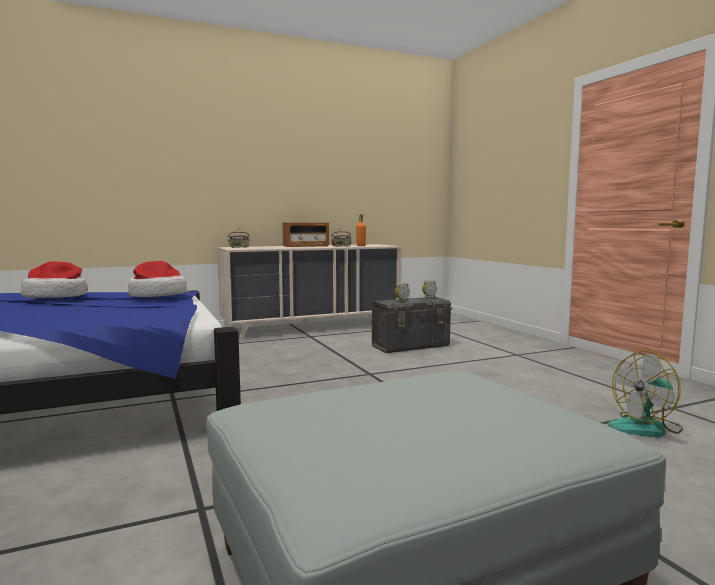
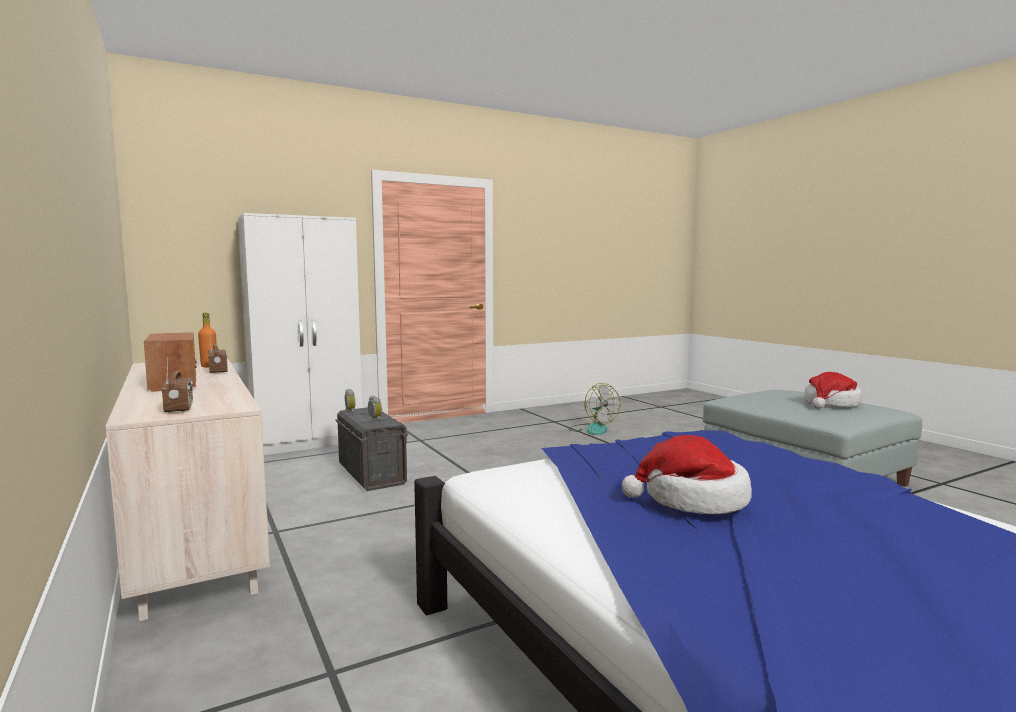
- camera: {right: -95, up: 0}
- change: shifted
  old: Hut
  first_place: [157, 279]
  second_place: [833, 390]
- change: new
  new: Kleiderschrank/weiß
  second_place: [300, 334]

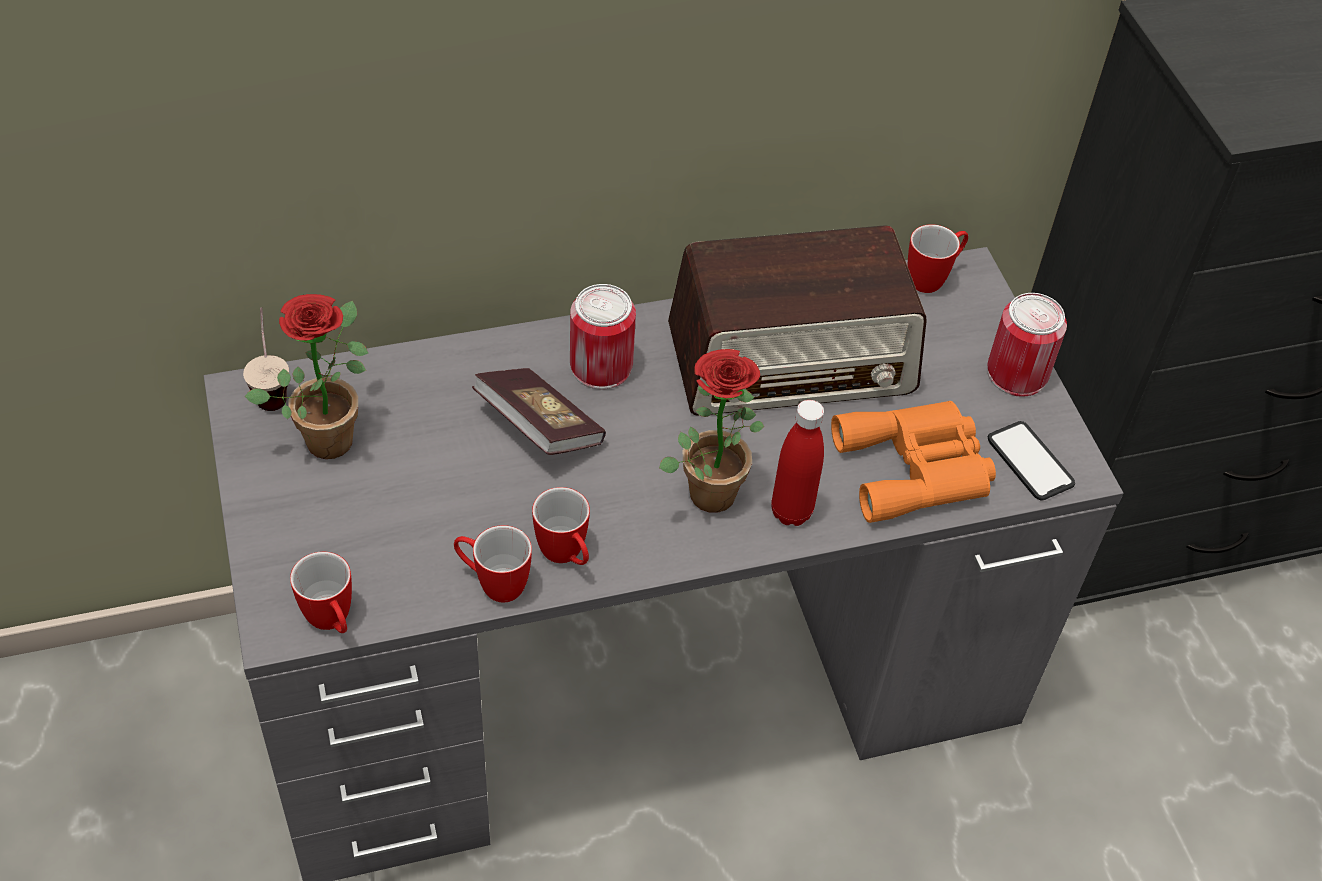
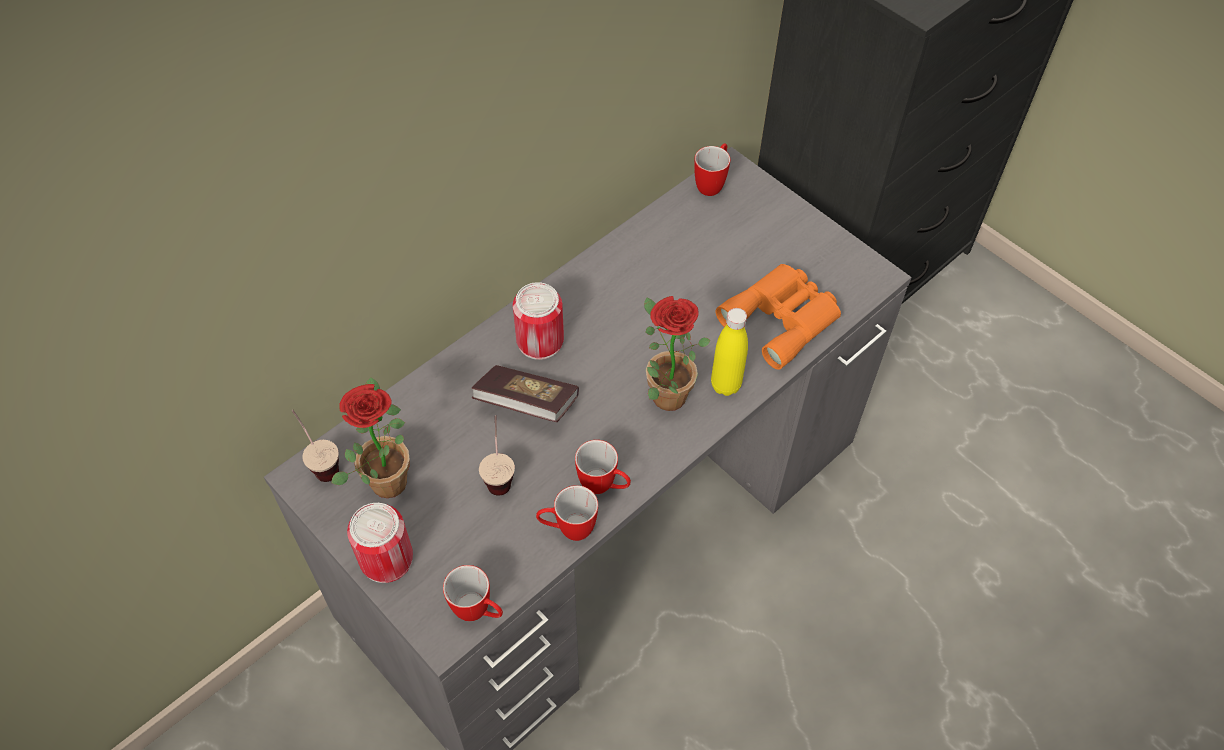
- camera: {right: -25, up: 5}
- change: gone
  old: Radio
  first_place: [797, 320]
- change: shifted
  old: Dose
  first_place: [1027, 345]
  second_place: [380, 543]
- change: repainted
  old: Flasche/rot
  new: Flasche/gelb
  first_place: [797, 463]
  second_place: [729, 352]
- change: gone
  old: Handy
  first_place: [1031, 460]
- change: new
  new: Tasse
  second_place: [497, 455]

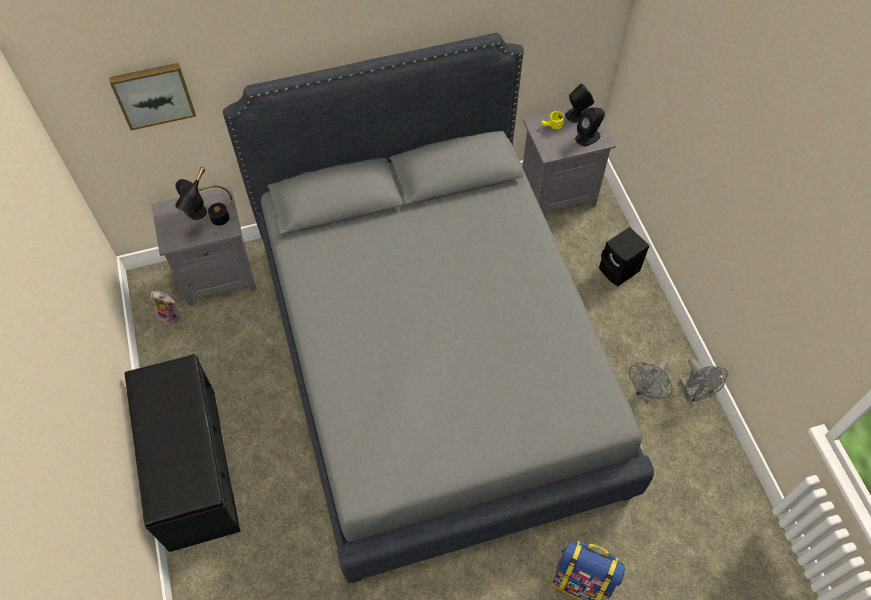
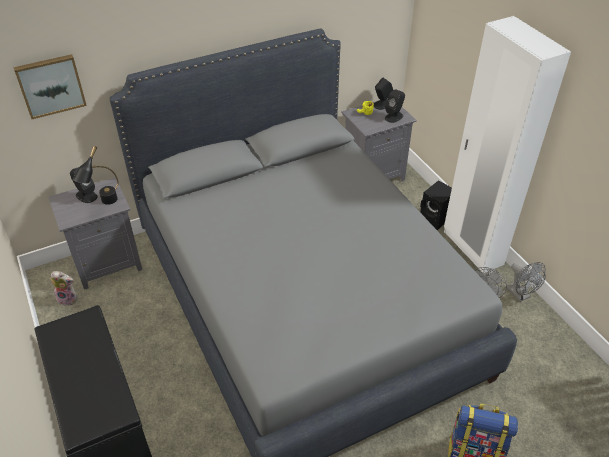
- camera: {right: -10, up: -15}
- change: new
  new: Kleiderschrank/weiß
  second_place: [507, 144]

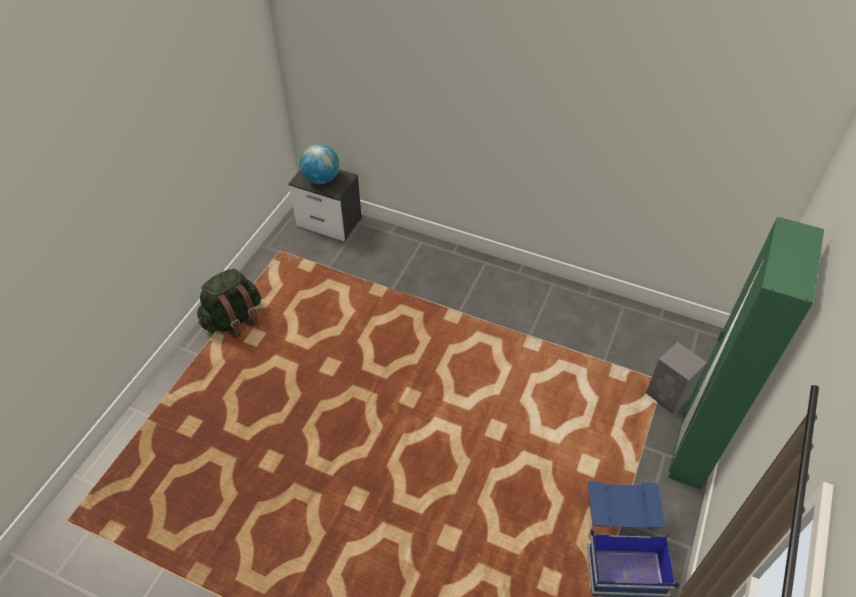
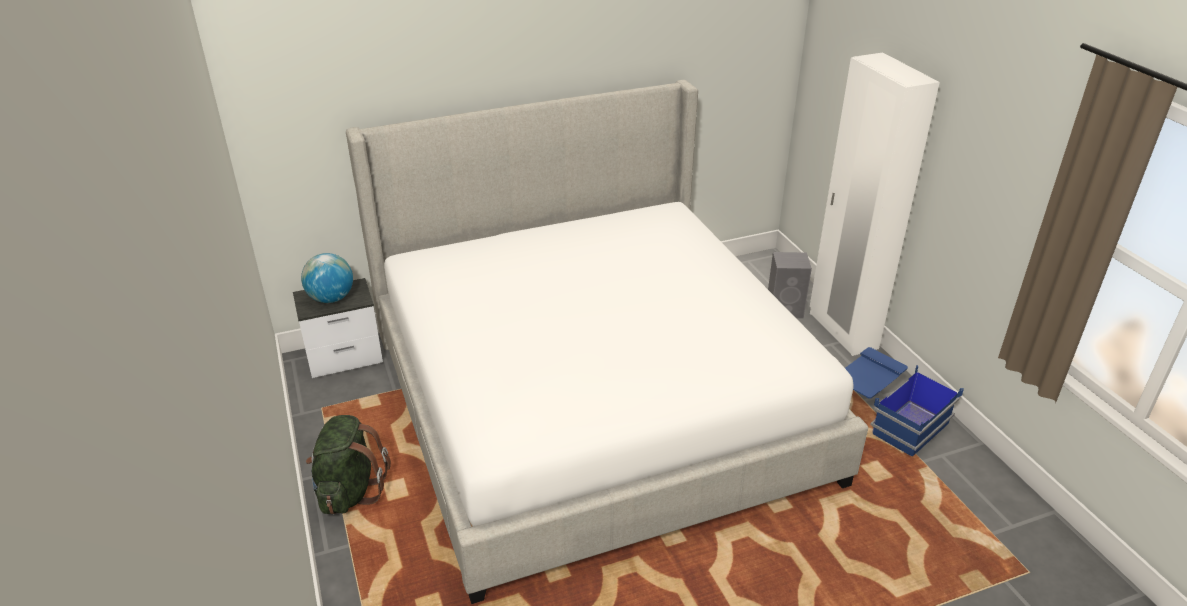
- camera: {right: -45, up: -15}
- change: repainted
  old: Kleiderschrank/grün
  new: Kleiderschrank/weiß
  first_place: [746, 353]
  second_place: [875, 204]
- change: new
  new: Bett
  second_place: [607, 342]

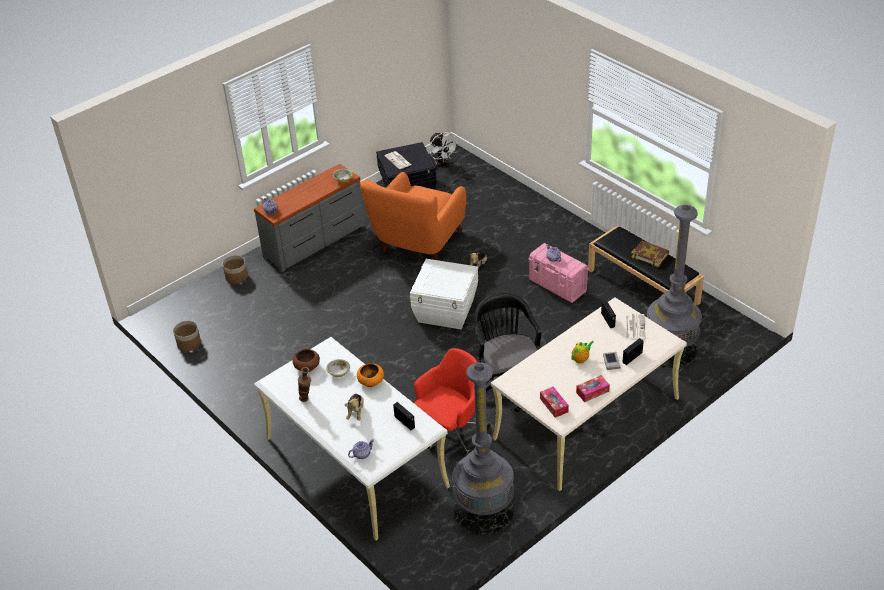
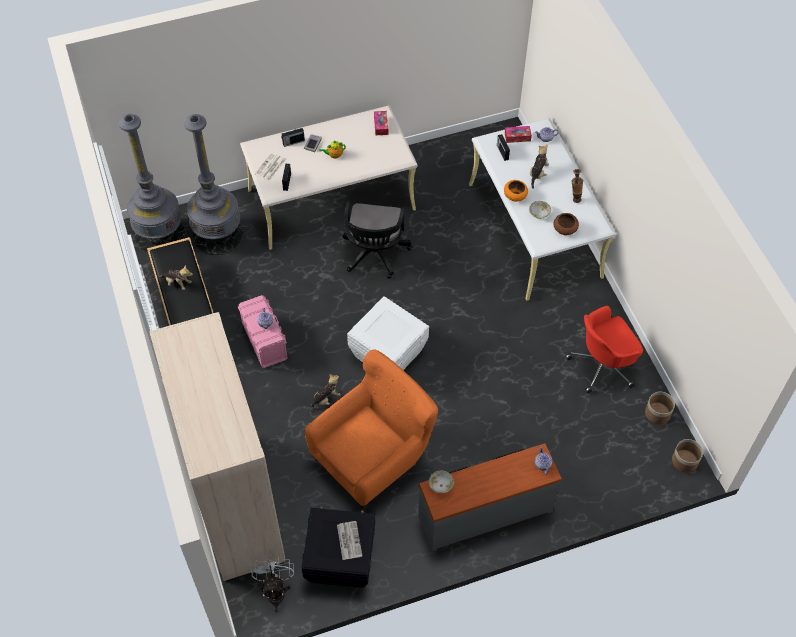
- camera: {right: -160, up: 15}
- change: swapped
  old: Buch
  new: Plüschtier
  first_place: [650, 254]
  second_place: [176, 277]
- change: shifted
  old: Pflanzkübel
  first_place: [235, 269]
  second_place: [687, 456]
- change: shifted
  old: Bürostuhl/rot
  first_place: [452, 401]
  second_place: [604, 350]
- change: shifted
  old: Stehlampe/grau
  first_place: [483, 448]
  second_place: [152, 183]
- change: shifted
  old: Taschentuchbox
  first_place: [593, 388]
  second_place: [518, 134]
- change: new
  new: Kleiderschrank/beige
  second_place: [217, 446]

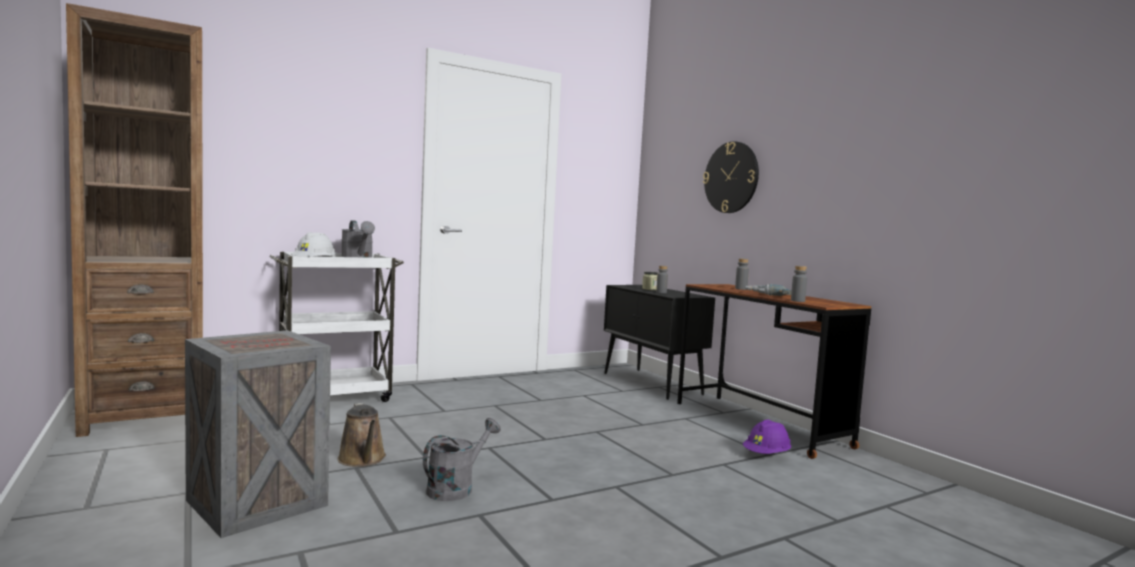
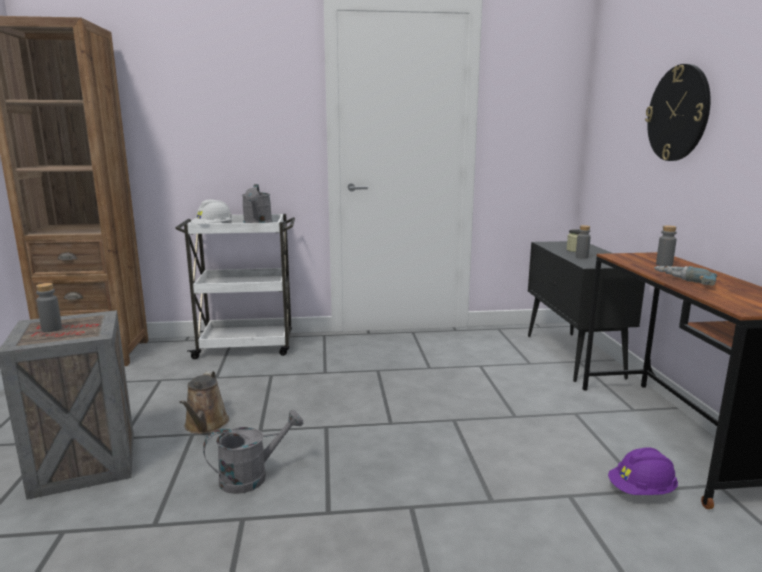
- camera: {right: 25, up: 10}
- change: shifted
  old: Flasche/grau
  first_place: [799, 284]
  second_place: [49, 307]

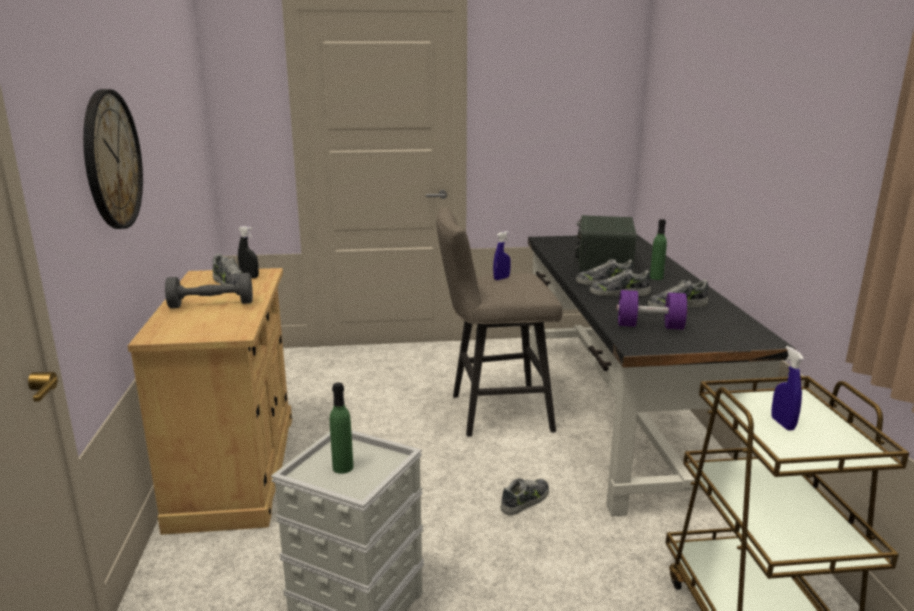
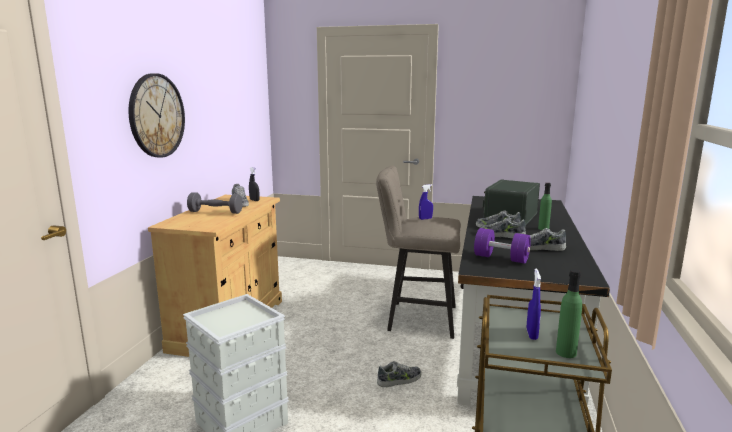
- camera: {right: 20, up: -5}
- change: shifted
  old: Flasche/grün
  first_place: [341, 428]
  second_place: [569, 313]

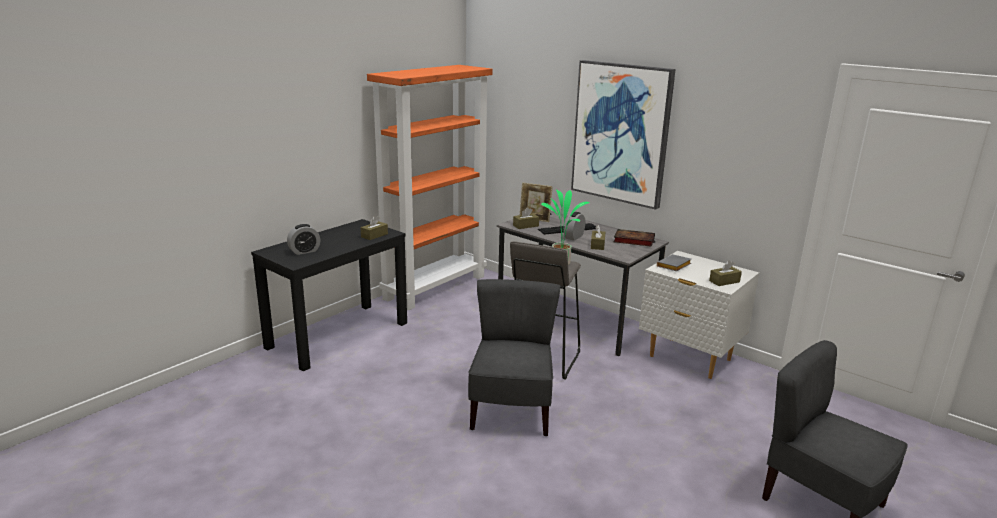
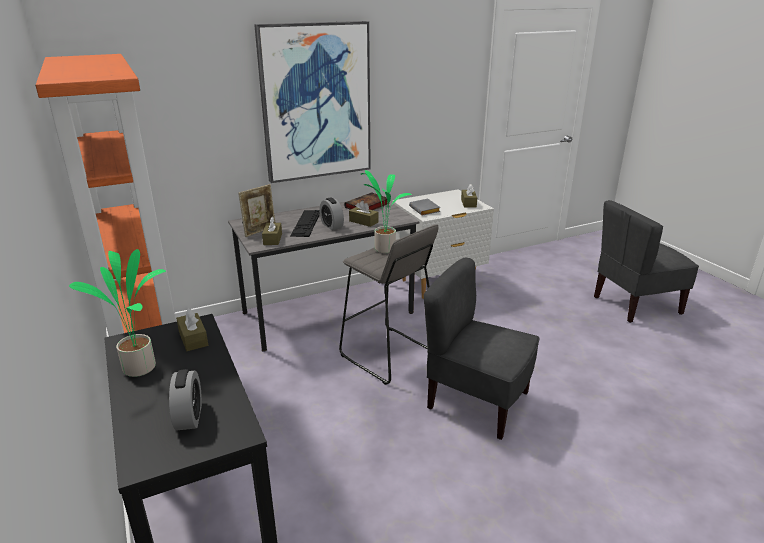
- camera: {right: -65, up: 5}
- change: new
  new: Topfpflanze
  second_place: [117, 313]

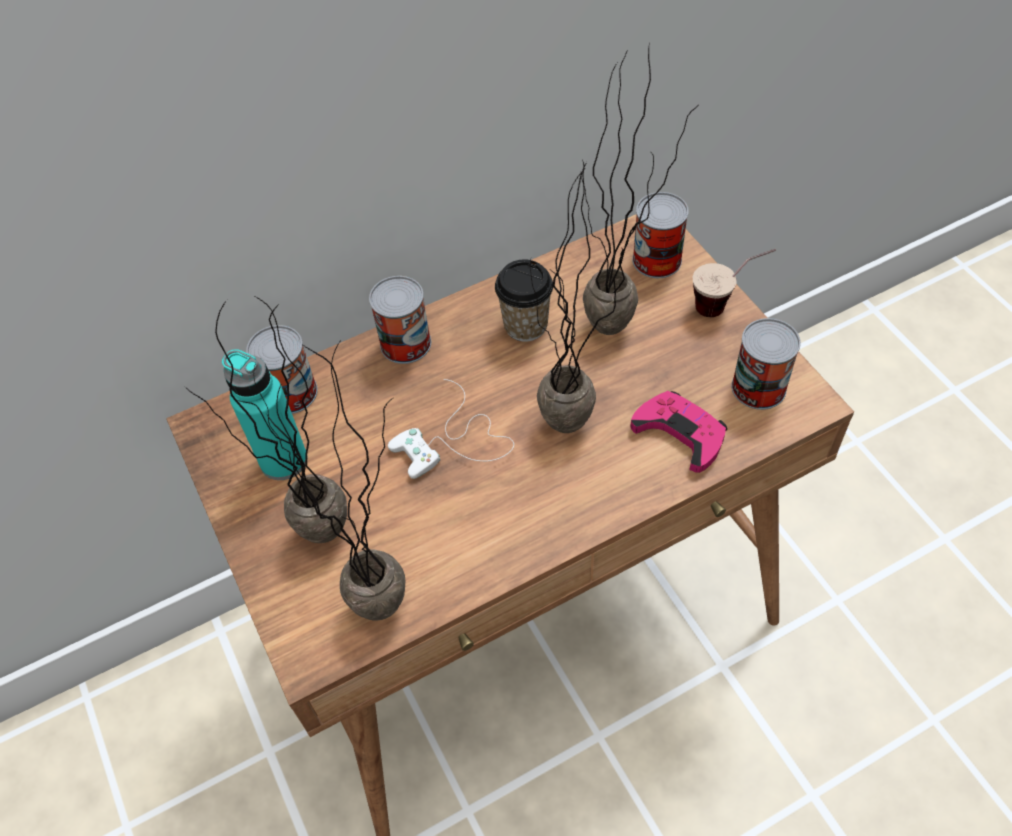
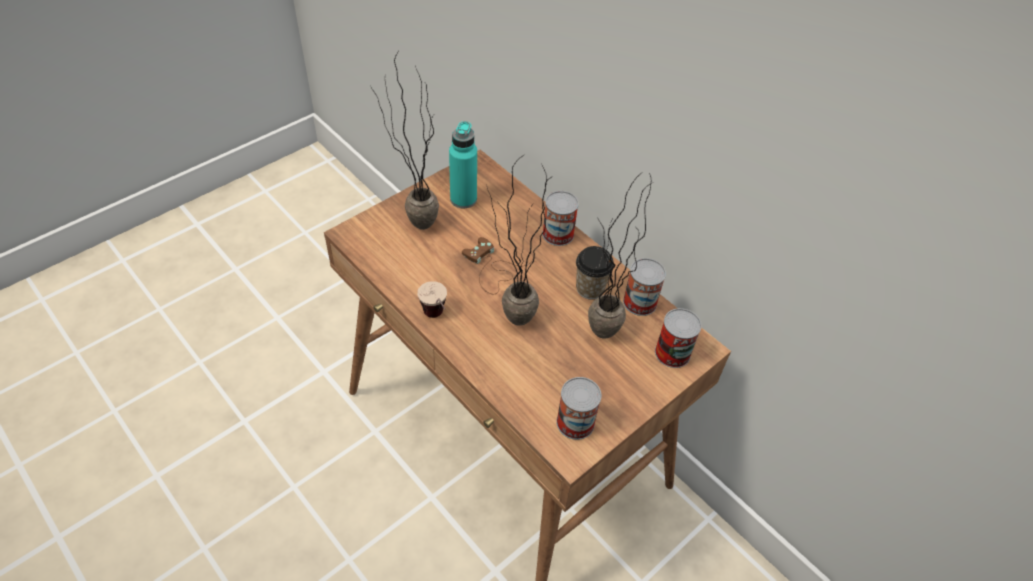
- camera: {right: 70, up: -5}
- change: shifted
  old: Tasse
  first_place: [734, 283]
  second_place: [432, 299]
- change: shifted
  old: Dose
  first_place: [282, 369]
  second_place: [644, 287]
- change: gone
  old: Topfpflanze
  first_place: [335, 480]
- change: repainted
  old: Gamepad/weiß
  new: Gamepad/braun
  first_place: [451, 429]
  second_place: [498, 265]
- change: gone
  old: Gamepad/rosa
  first_place: [678, 432]

